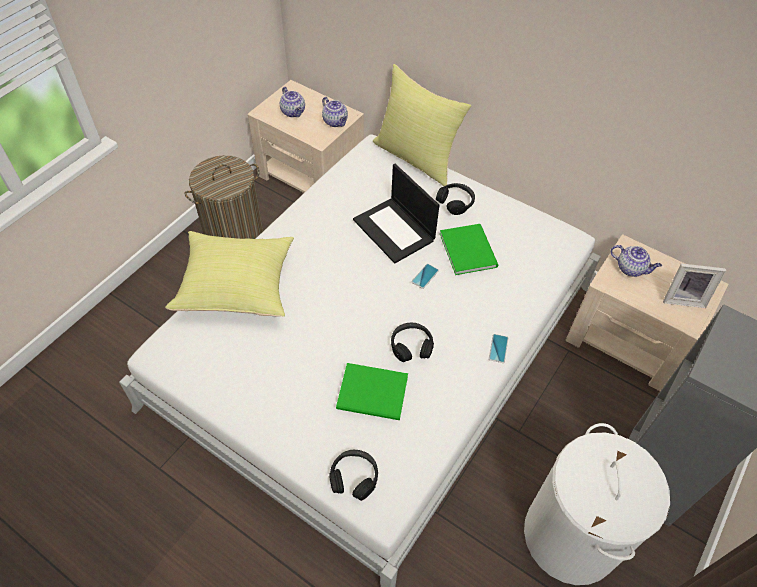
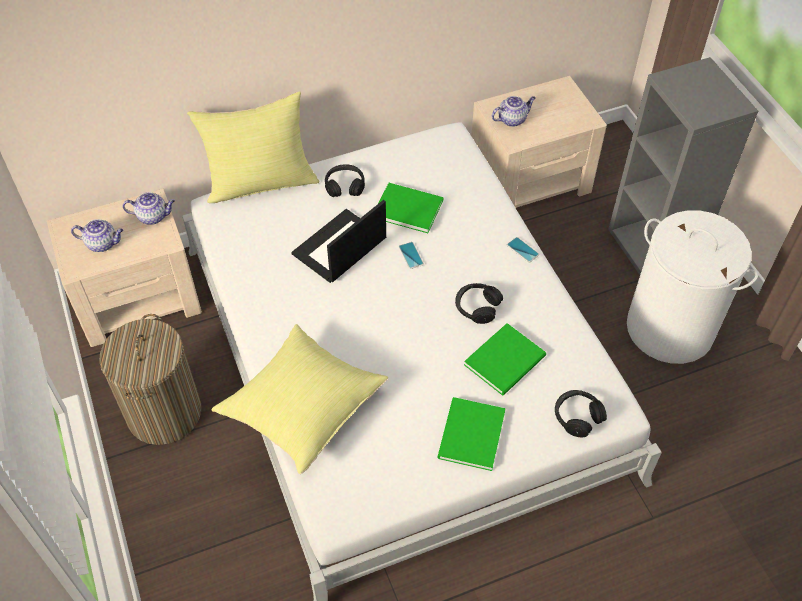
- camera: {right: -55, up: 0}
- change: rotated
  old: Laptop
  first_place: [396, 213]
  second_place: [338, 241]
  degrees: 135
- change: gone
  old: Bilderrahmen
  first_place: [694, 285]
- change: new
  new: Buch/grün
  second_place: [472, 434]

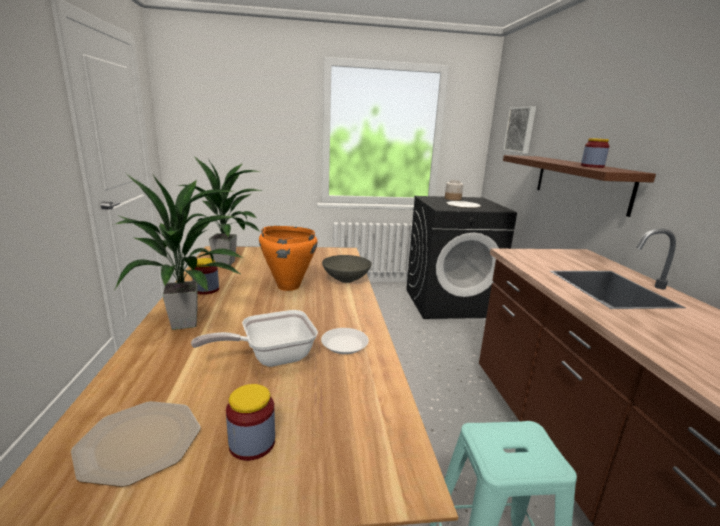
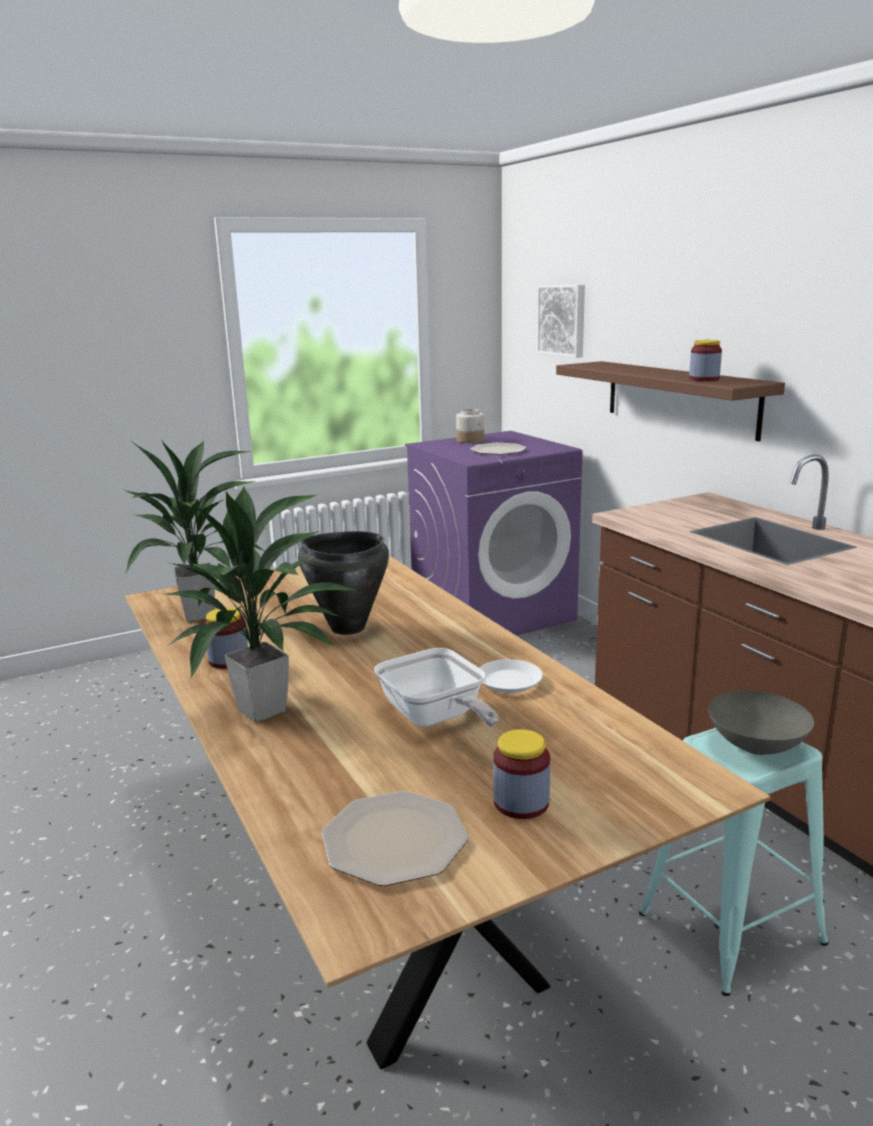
- camera: {right: -20, up: 0}
- change: repainted
  old: Waschmaschine/schwarz
  new: Waschmaschine/lila
  first_place: [461, 257]
  second_place: [494, 533]
- change: repainted
  old: Kochtopf/orange
  new: Kochtopf/schwarz
  first_place: [288, 258]
  second_place: [343, 583]
- change: shifted
  old: Schüssel/grau
  first_place: [347, 269]
  second_place: [761, 723]
- change: rotated
  old: Pfanne
  first_place: [254, 338]
  second_place: [436, 687]
  degrees: -75

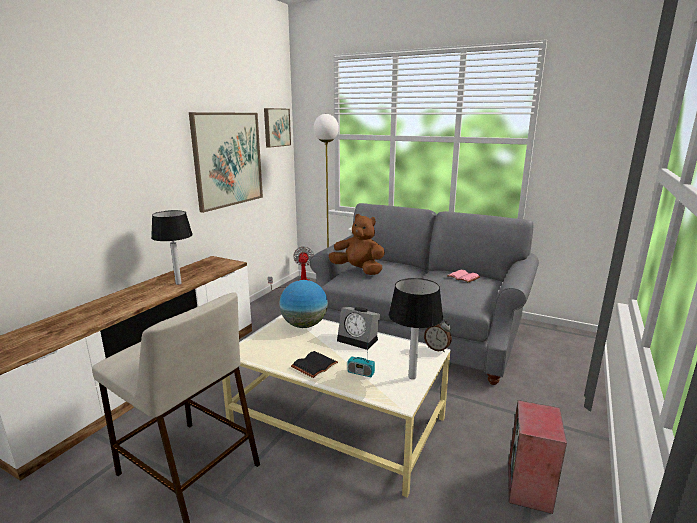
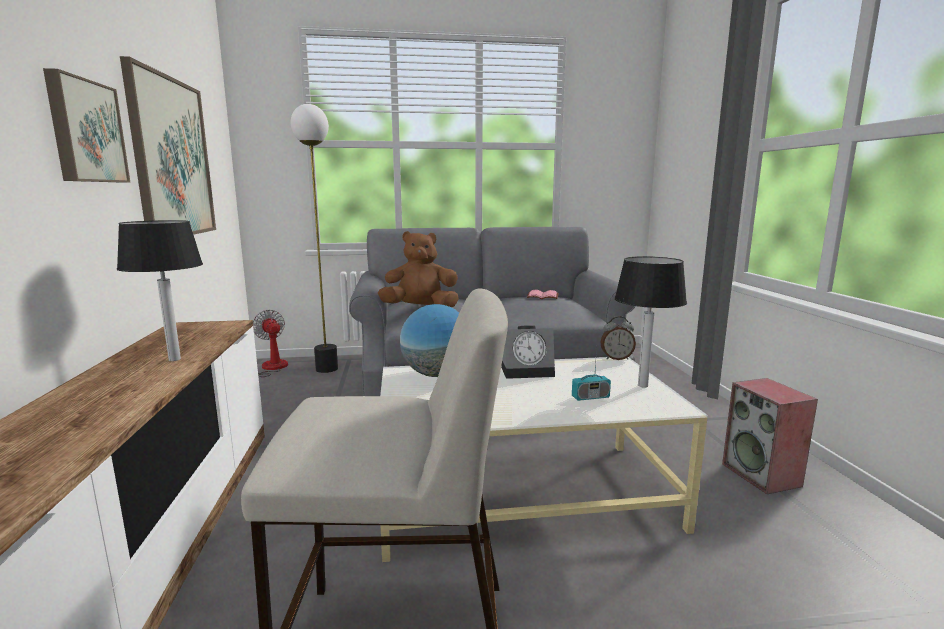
- camera: {right: -35, up: -5}
- change: shifted
  old: Bild
  first_place: [277, 128]
  second_place: [86, 125]
- change: gone
  old: Buch/schwarz
  first_place: [314, 364]

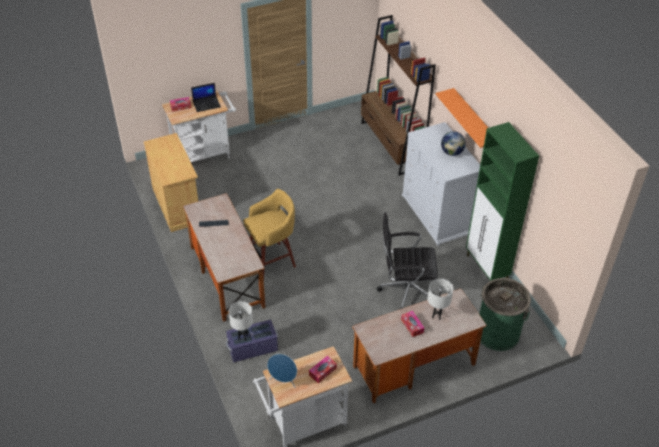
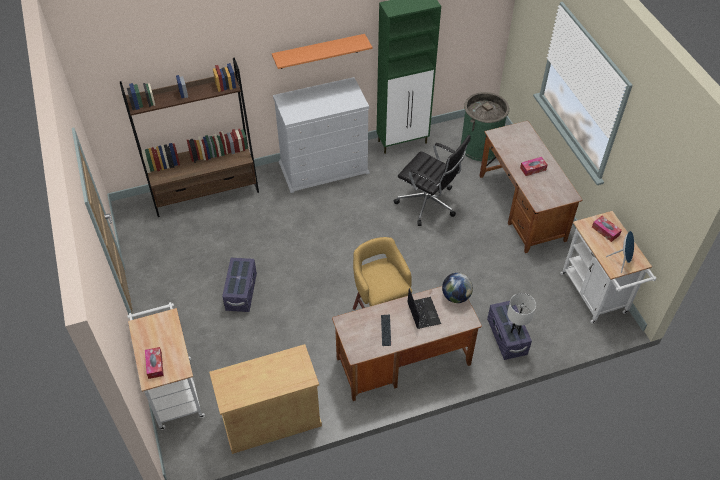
- camera: {right: -85, up: 5}
- change: shifted
  old: Laptop
  first_place: [206, 97]
  second_place: [424, 308]
- change: shifted
  old: Globus
  first_place: [453, 143]
  second_place: [457, 288]
- change: rotated
  old: Bürostuhl/schwarz
  first_place: [407, 260]
  second_place: [432, 180]
  degrees: -60
- change: gone
  old: Tischlampe/weiß
  first_place: [440, 299]
- change: new
  new: Aufbewahrungsbox/lila
  second_place: [239, 285]

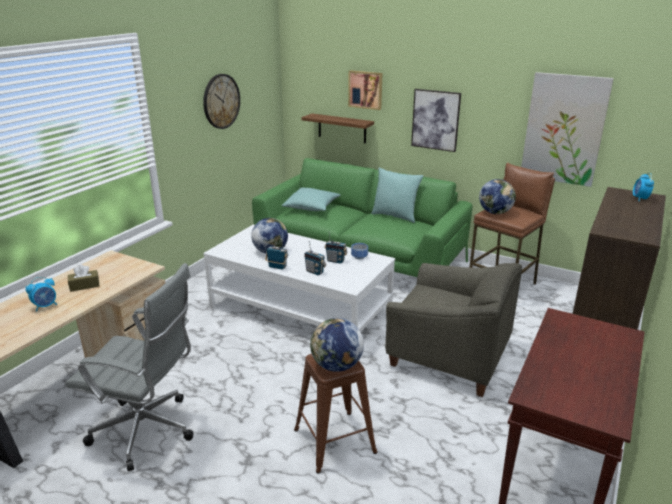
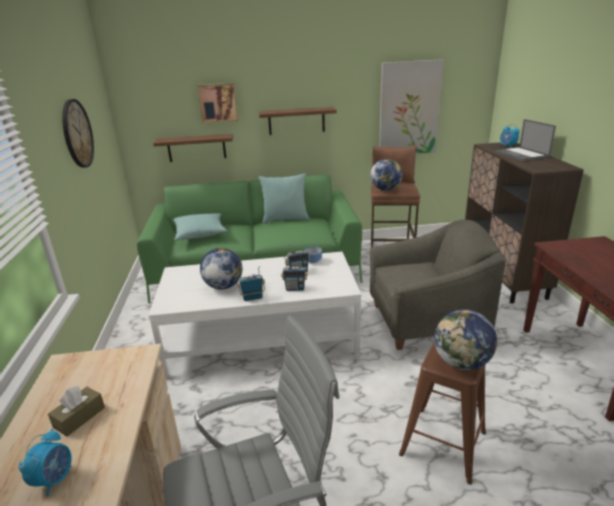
- camera: {right: -35, up: 0}
- change: swapped
  old: Bild
  new: Wandregal
  first_place: [436, 120]
  second_place: [298, 121]
- change: new
  new: Laptop
  second_place: [525, 140]

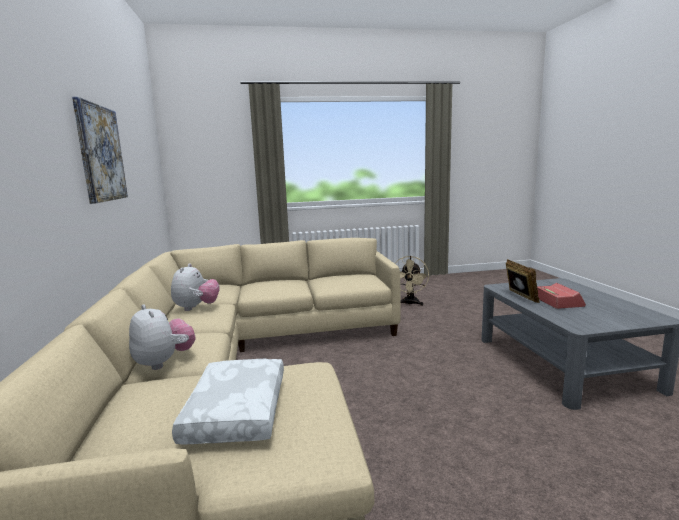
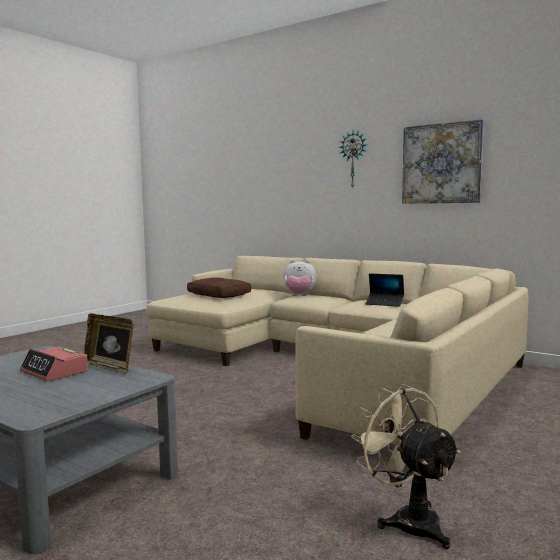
- camera: {right: 135, up: -5}
- change: swapped
  old: Plüschtier
  new: Laptop
  first_place: [195, 287]
  second_place: [385, 290]
- change: repainted
  old: Kissen/weiß
  new: Kissen/braun
  first_place: [228, 402]
  second_place: [219, 288]
- change: new
  new: Wanduhr
  second_place: [353, 159]

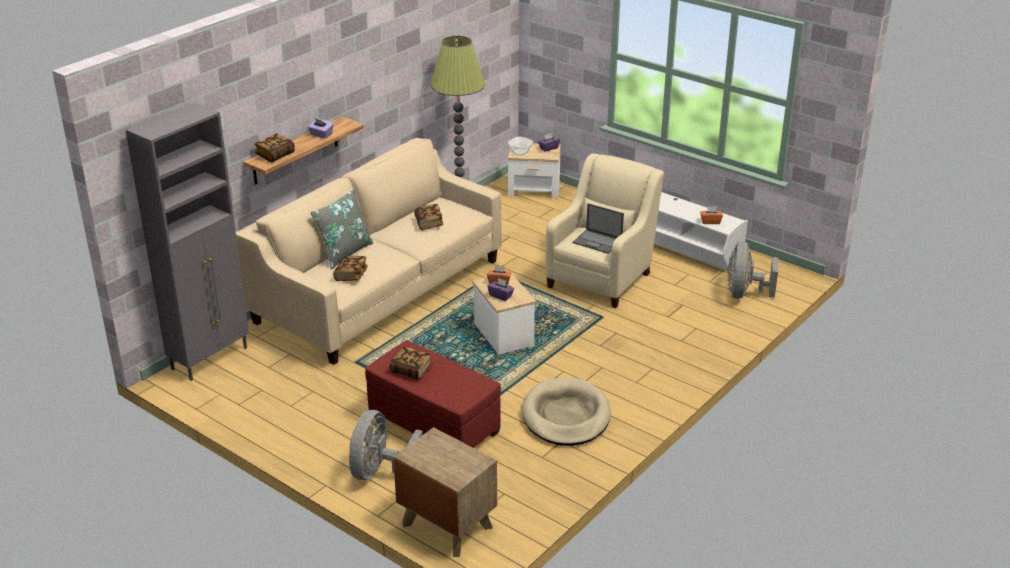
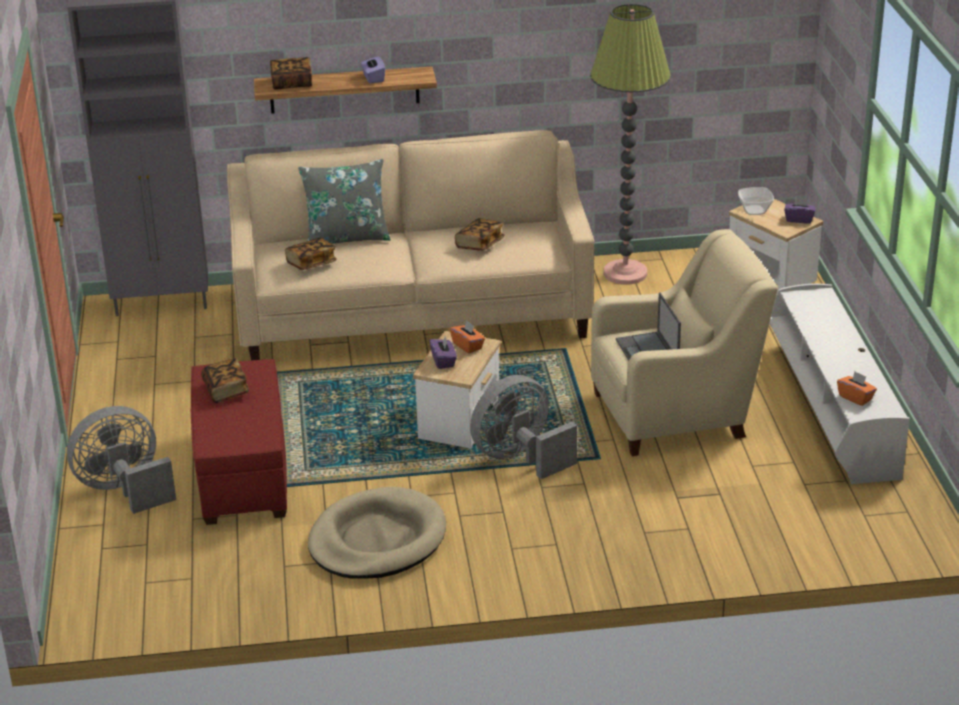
- camera: {right: 45, up: 0}
- change: shifted
  old: Ventilator/grau
  first_place: [752, 270]
  second_place: [523, 427]
- change: gone
  old: Nachttisch/braun
  first_place: [445, 492]

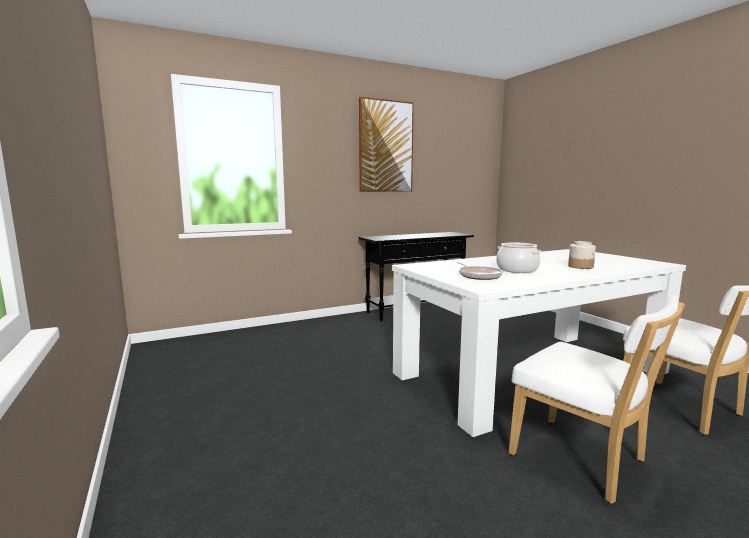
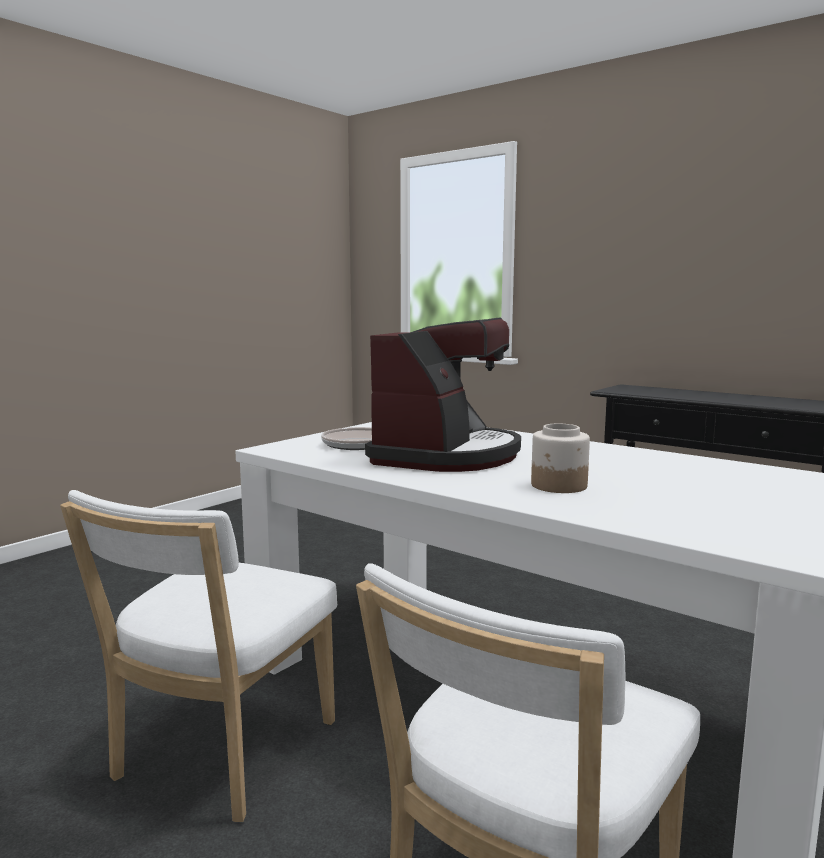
- camera: {right: 65, up: 0}
- change: gone
  old: Bild
  first_place: [386, 144]
- change: swapped
  old: Kochtopf
  new: Kaffeemaschine
  first_place: [518, 258]
  second_place: [443, 395]

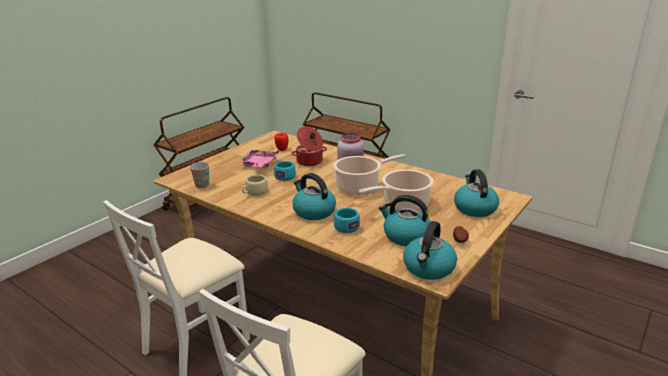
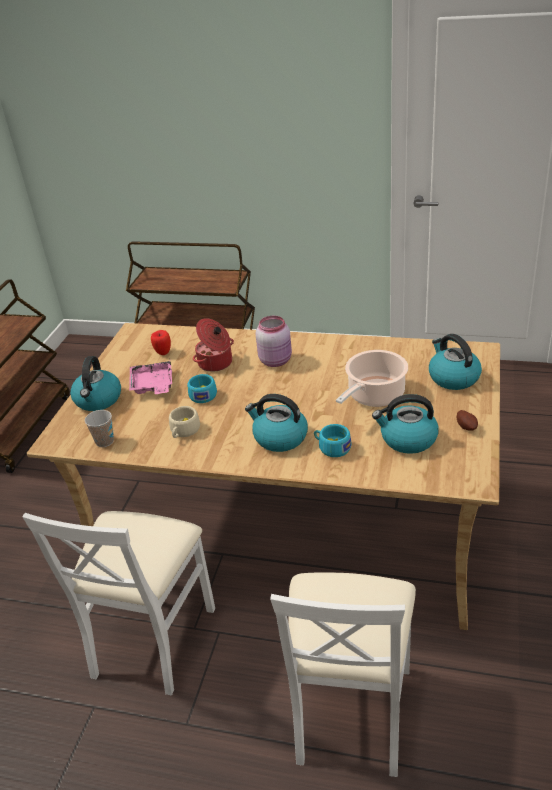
- camera: {right: -20, up: 10}
- change: gone
  old: Kochtopf
  first_place: [369, 174]
- change: shifted
  old: Wasserkessel
  first_place: [430, 250]
  second_place: [95, 383]

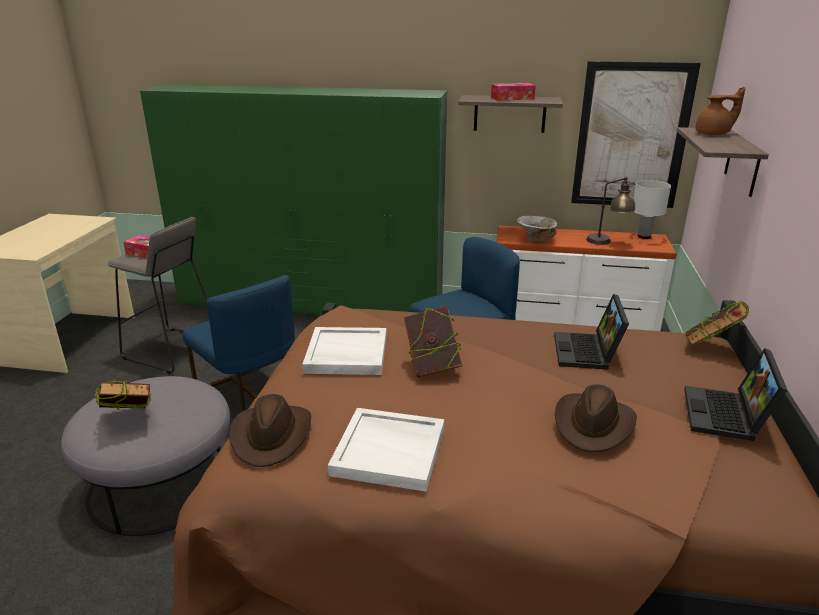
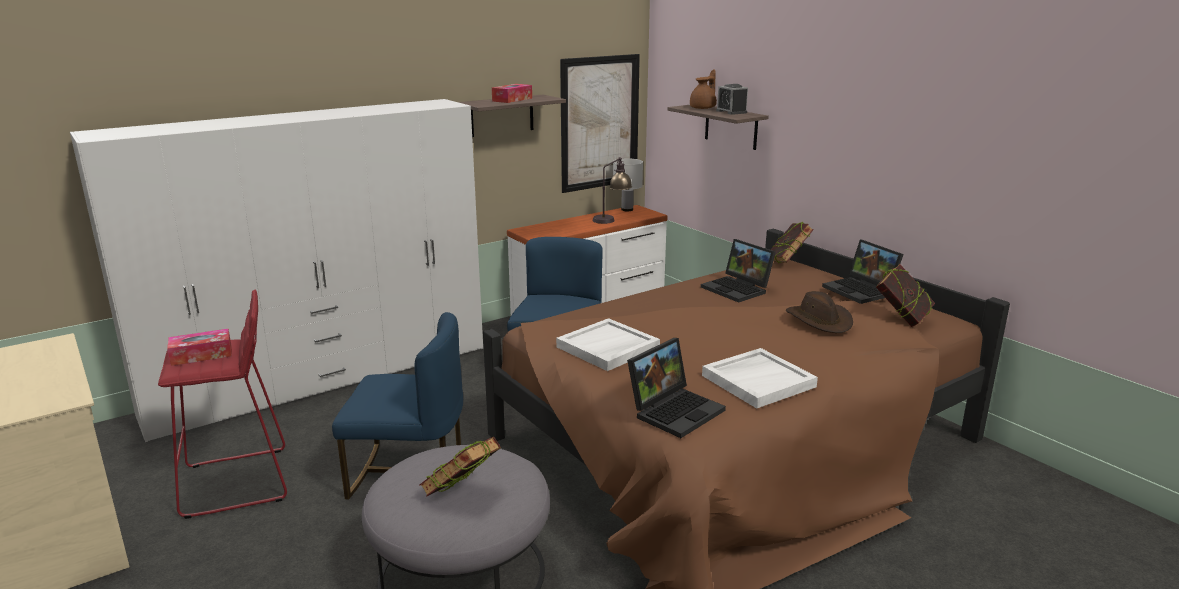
- camera: {right: -45, up: -5}
- change: repainted
  old: Kleiderschrank/grün
  new: Kleiderschrank/weiß
  first_place: [293, 199]
  second_place: [276, 270]
- change: gone
  old: Schüssel
  first_place: [537, 229]
- change: repainted
  old: Hocker/grau
  new: Hocker/rot
  first_place: [157, 295]
  second_place: [222, 404]
- change: shifted
  old: Buch
  first_place: [433, 341]
  second_place: [905, 295]
- change: swapped
  old: Hut/braun
  new: Laptop
  first_place: [270, 430]
  second_place: [676, 388]
- change: new
  new: Wecker
  second_place: [732, 99]

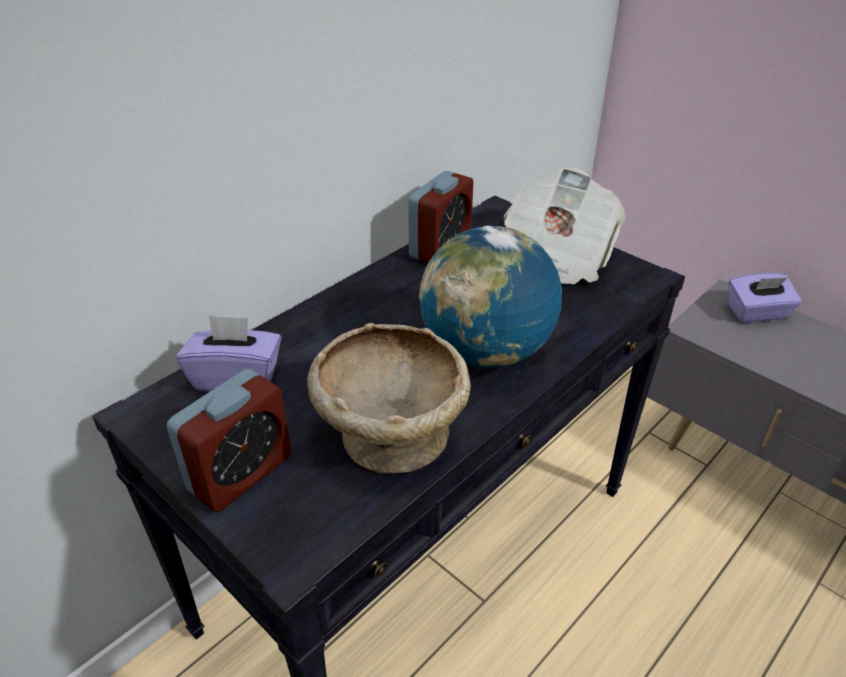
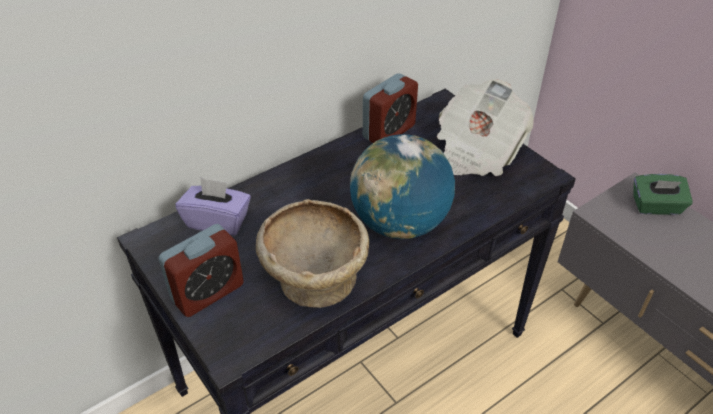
- camera: {right: 10, up: 5}
- change: repainted
  old: Taschentuchbox/lila
  new: Taschentuchbox/grün
  first_place: [765, 298]
  second_place: [663, 194]

